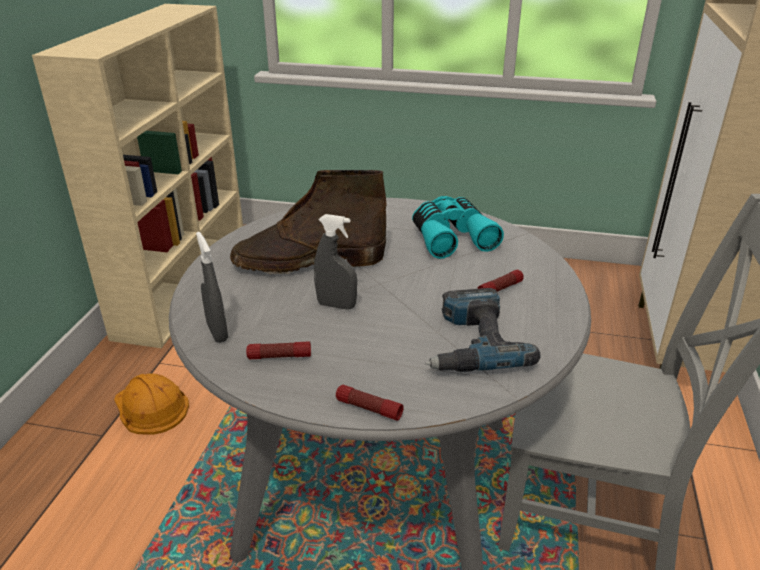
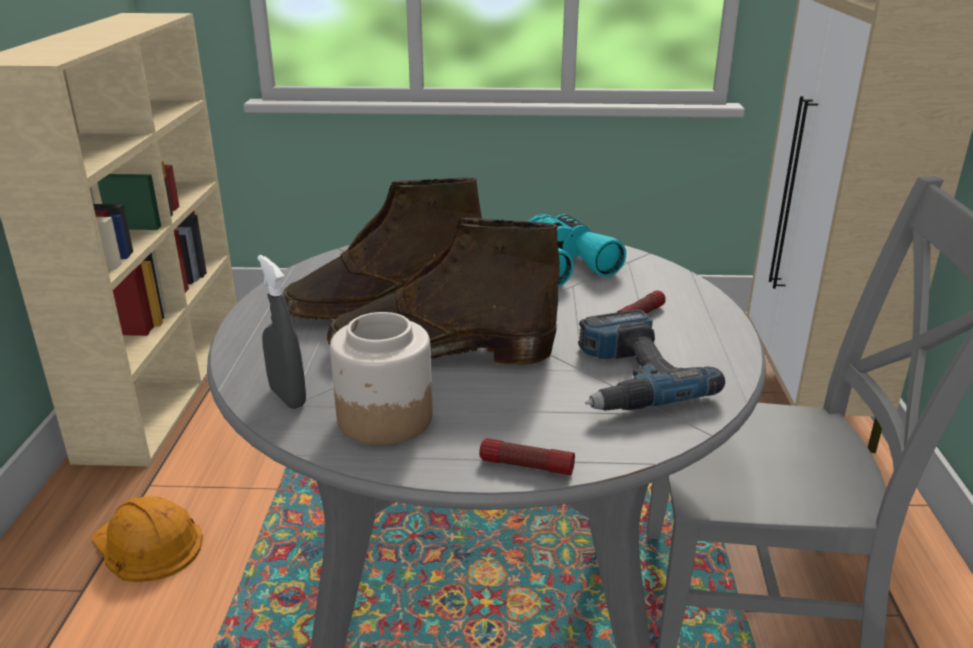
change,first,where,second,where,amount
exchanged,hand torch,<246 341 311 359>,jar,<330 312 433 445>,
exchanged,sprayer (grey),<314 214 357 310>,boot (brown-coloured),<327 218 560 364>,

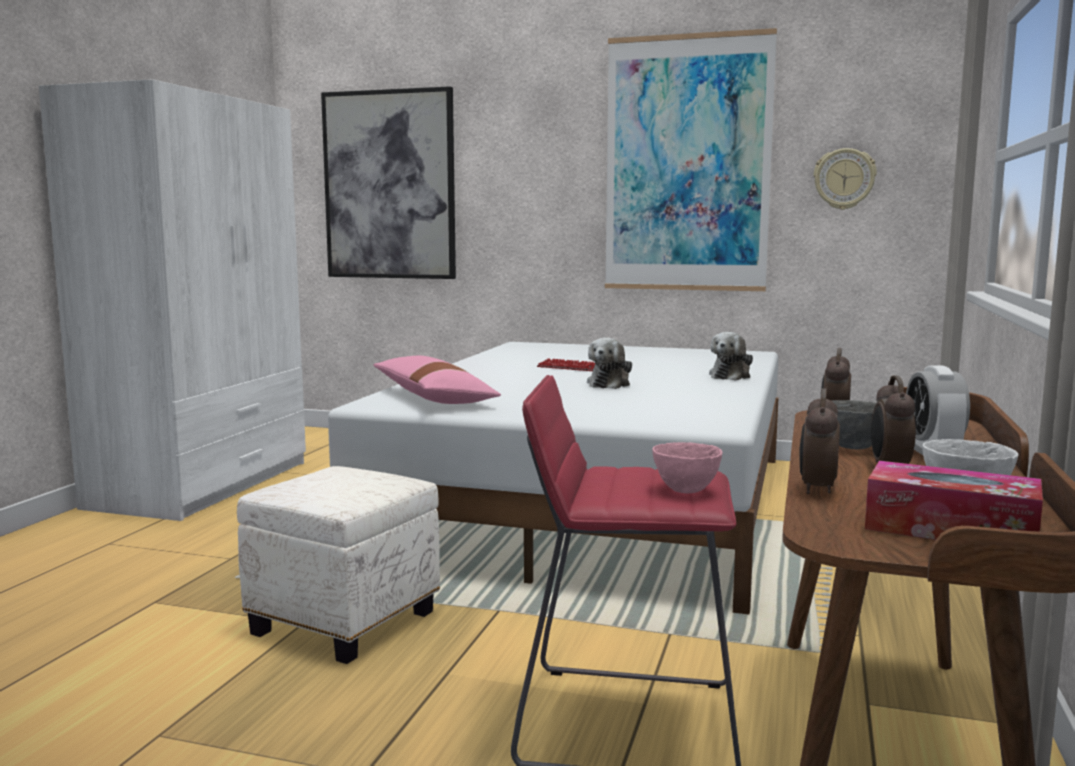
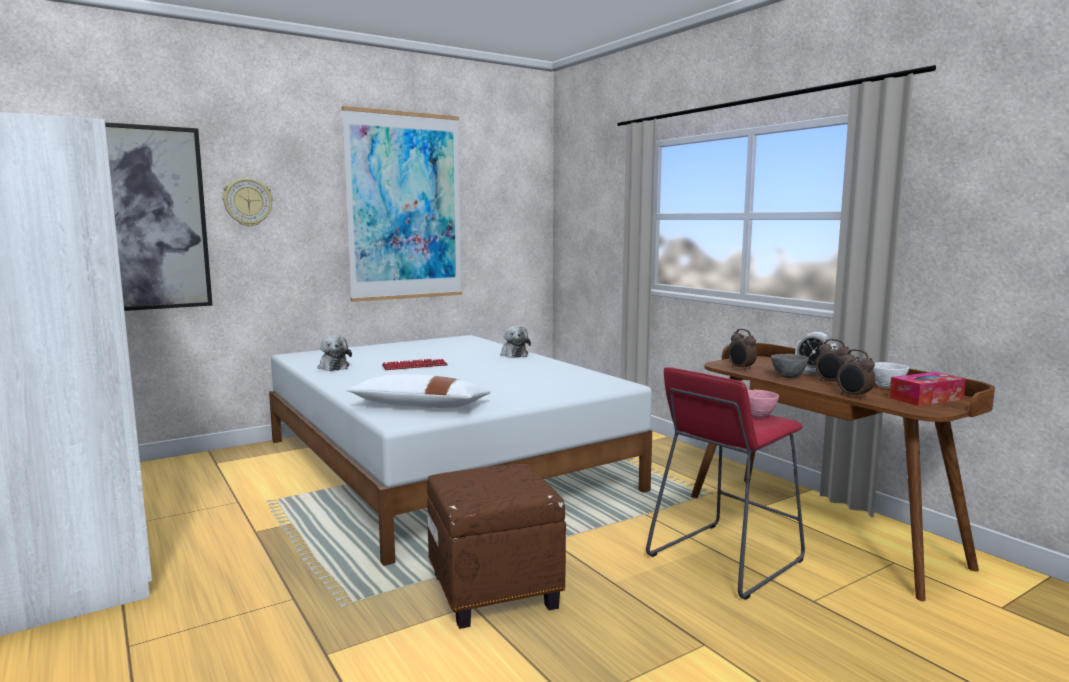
change,first,where,second,where,amount
colour,footrest (white),<237 466 440 664>,footrest (brown-coloured),<427 464 566 629>,
colour,throw pillow (pink),<373 356 501 404>,throw pillow (white),<346 374 491 408>,
relocated,soft toy,<587 337 632 389>,,<317 335 352 371>,
relocated,hanging clock,<814 148 877 210>,,<222 178 273 227>,

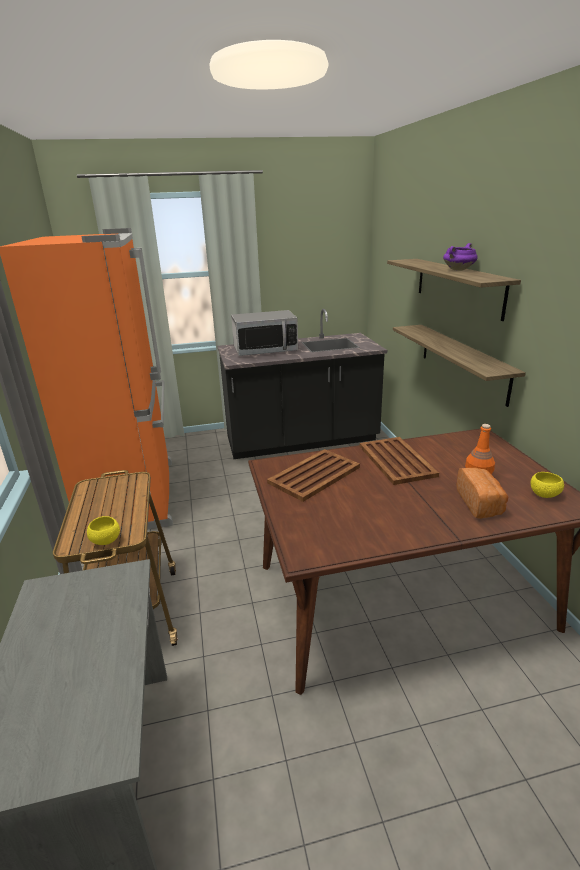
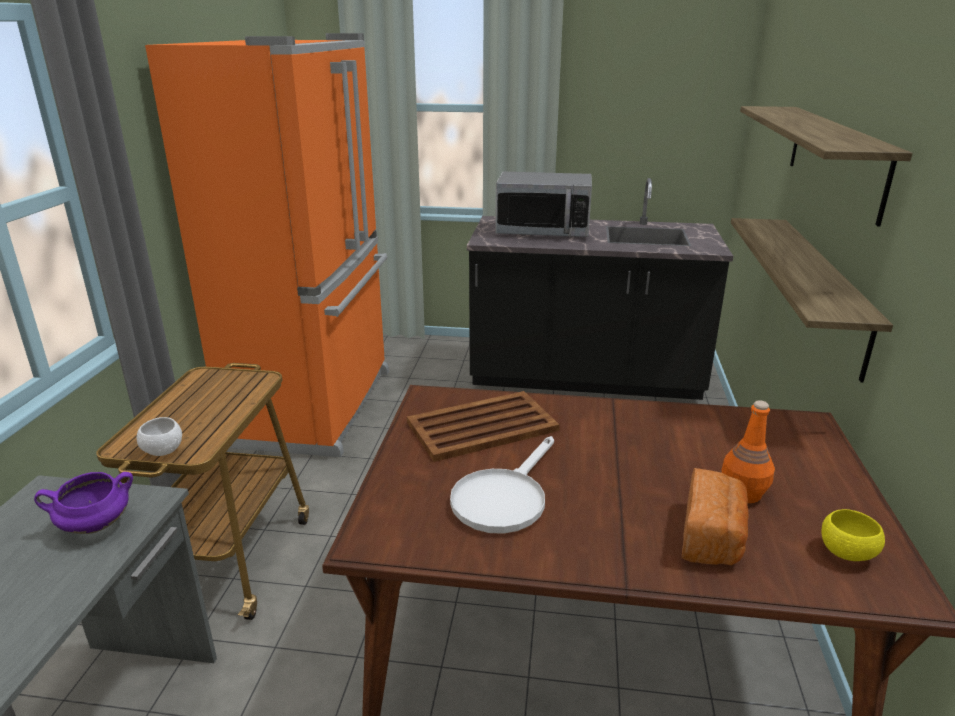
change,first,where,second,where,amount
colour,bowl (yellowish),<87 516 120 545>,bowl (white),<137 417 182 456>,
missing,serving tray (brown-coloured),<360 437 439 485>,,,
relocated,cooking pot (purple),<443 243 477 271>,,<34 472 133 534>,
appeared,,,frying pan (white),<450 436 554 534>,

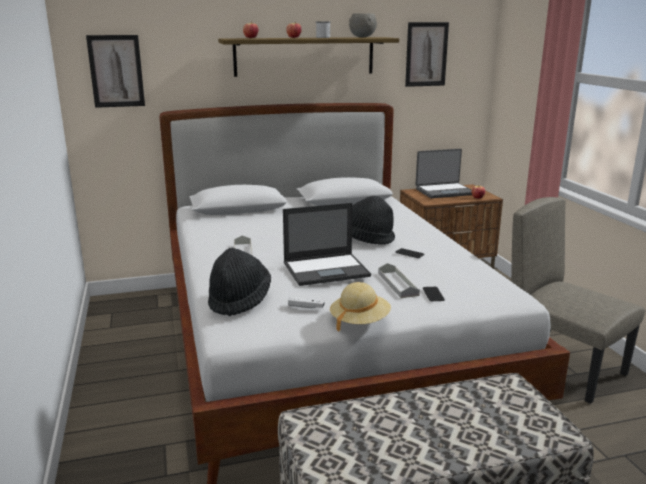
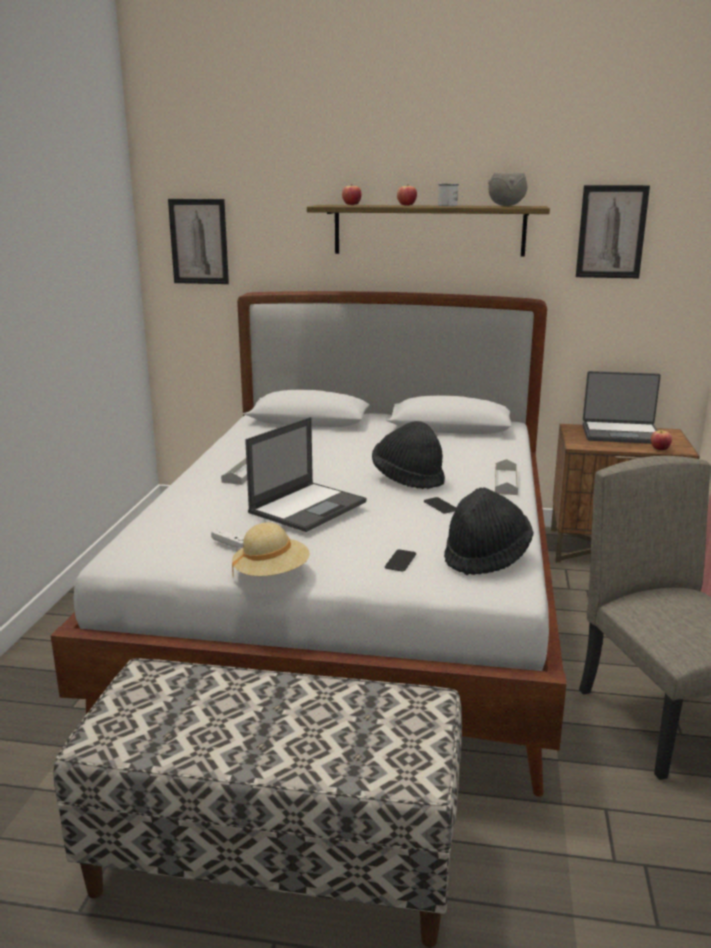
change,first,where,second,where,amount
relocated,hat (blackish),<208 248 271 316>,,<444 487 534 575>,
spun,notebook computer,<283 203 371 286>,,<245 417 367 532>,60 degrees counterclockwise
relocated,serving tray (grey),<378 263 420 298>,,<495 459 518 495>,

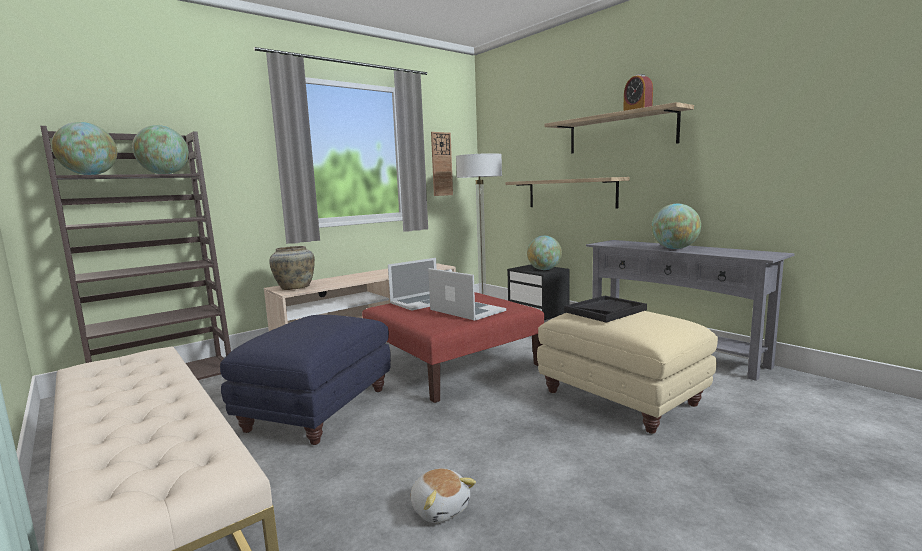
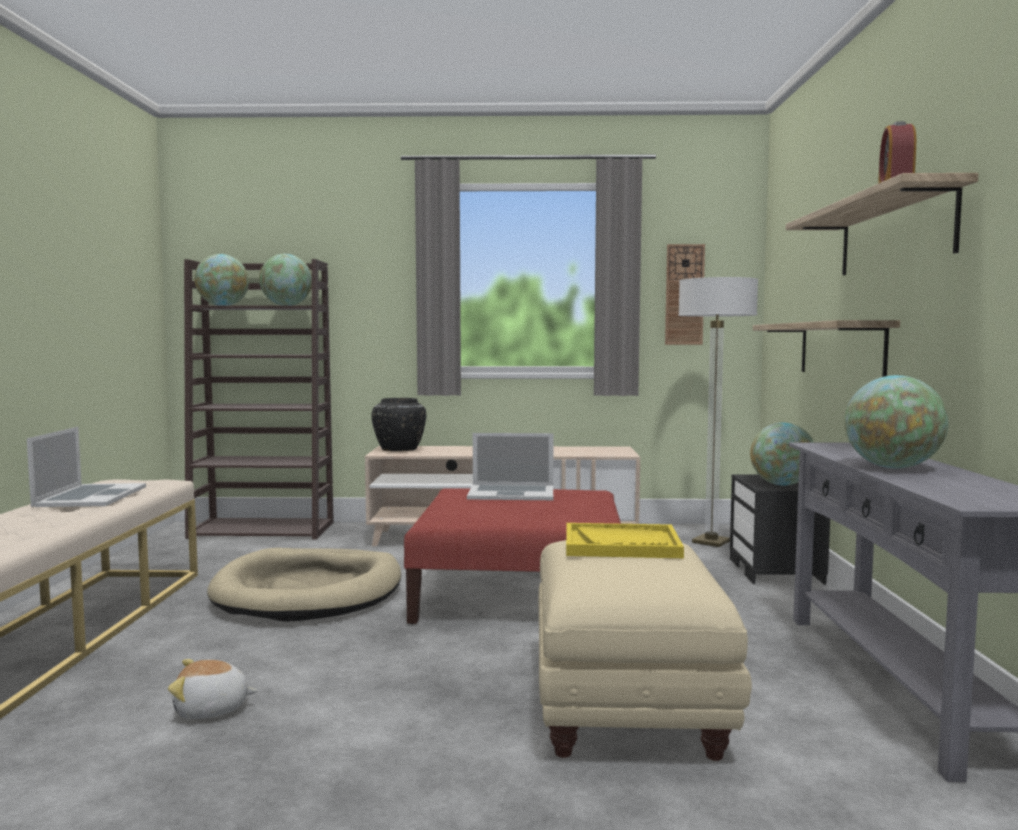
change,first,where,second,where,amount
exchanged,footrest (bluish),<220 315 391 445>,pet bed (beige-coloured),<207 548 401 622>,
colour,flower vase (beige-coloured),<269 246 315 290>,flower vase (blackish),<371 398 426 451>,
spun,soft toy,<411 468 476 523>,,<168 659 258 719>,75 degrees clockwise
relocated,notebook computer,<428 268 506 321>,,<27 427 146 507>,
colour,serving tray (blackish),<564 296 647 323>,serving tray (yellowish),<566 523 684 558>,

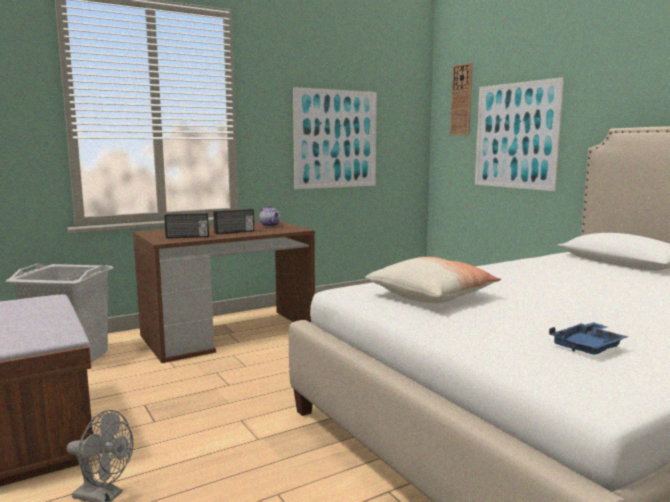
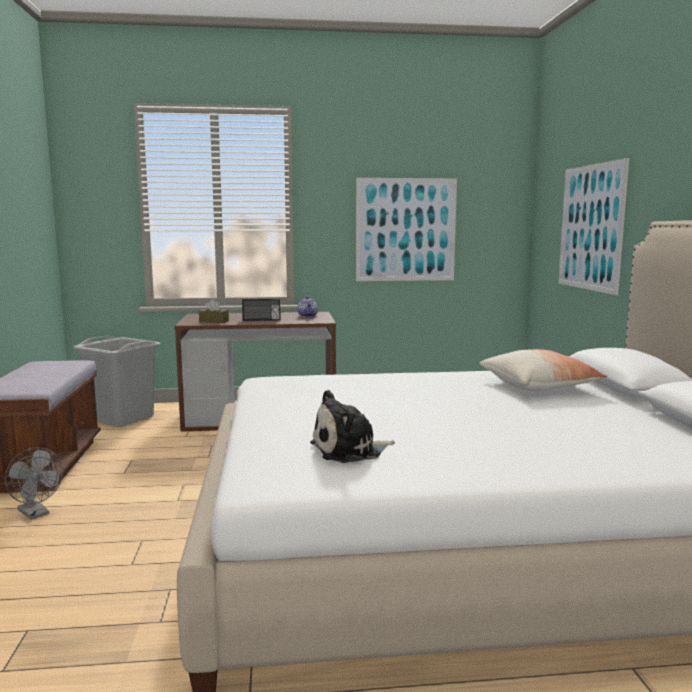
change,first,where,second,where,amount
exchanged,radio,<165 213 209 239>,tissue holder (brown-coloured),<199 300 229 323>,
relocated,throw pillow,<365 257 501 303>,,<480 349 607 391>,
missing,hanging clock,<450 63 473 135>,,,
exchanged,serving tray (bluish),<549 322 628 355>,soft toy,<310 390 395 463>,

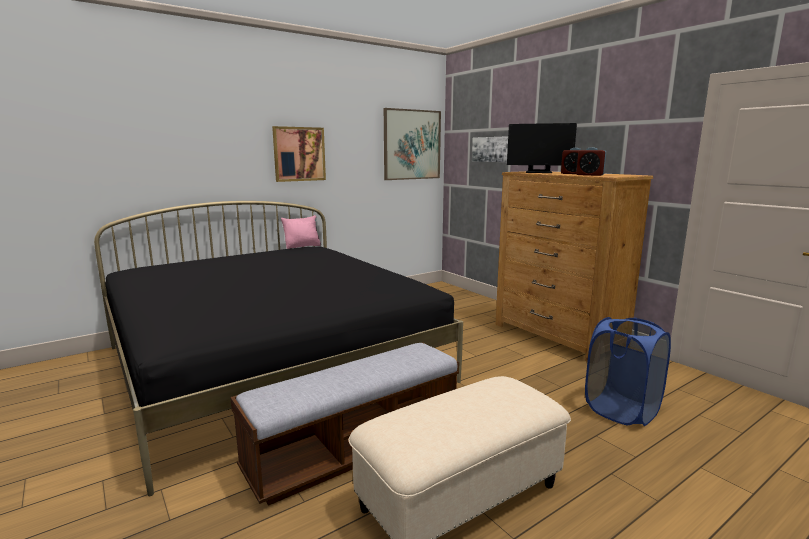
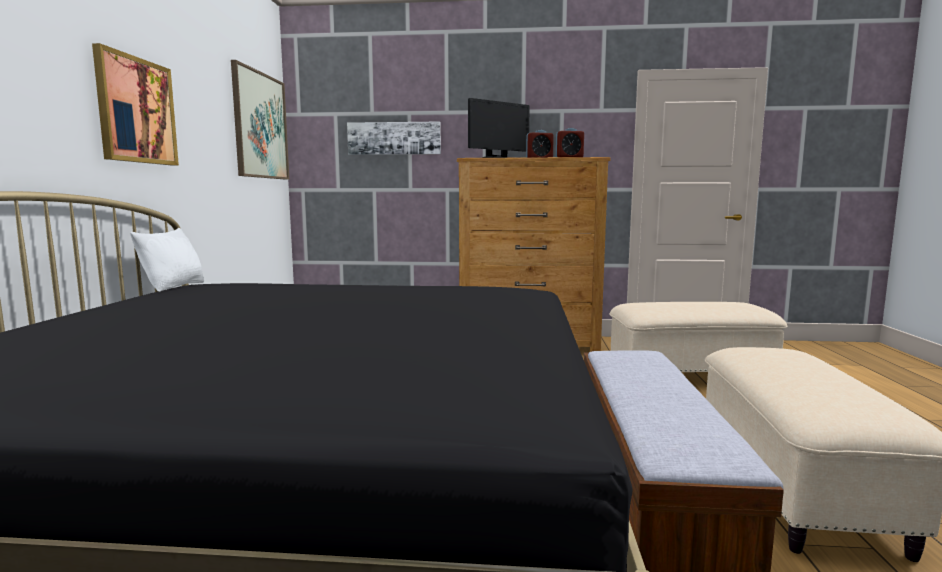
change,first,where,second,where,amount
colour,throw pillow (pink),<281 215 321 249>,throw pillow (white),<130 228 204 292>,
exchanged,hamper (bluish),<585 317 671 426>,footrest (beige-coloured),<609 302 788 372>,

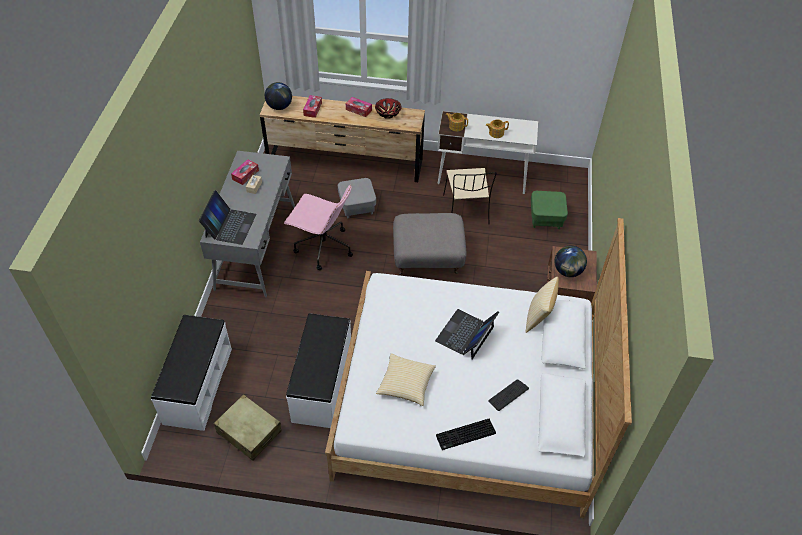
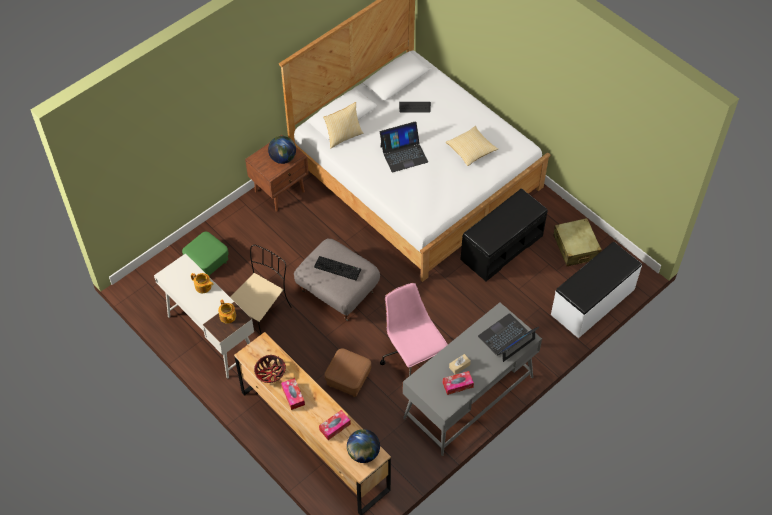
change,first,where,second,where,amount
colour,indoor bench (white),<286 313 351 428>,indoor bench (blackish),<460 189 548 282>,
colour,footrest (grey),<338 178 376 218>,footrest (brown-coloured),<325 348 371 397>,
relocated,computer keyboard,<436 419 496 450>,,<314 256 361 280>,

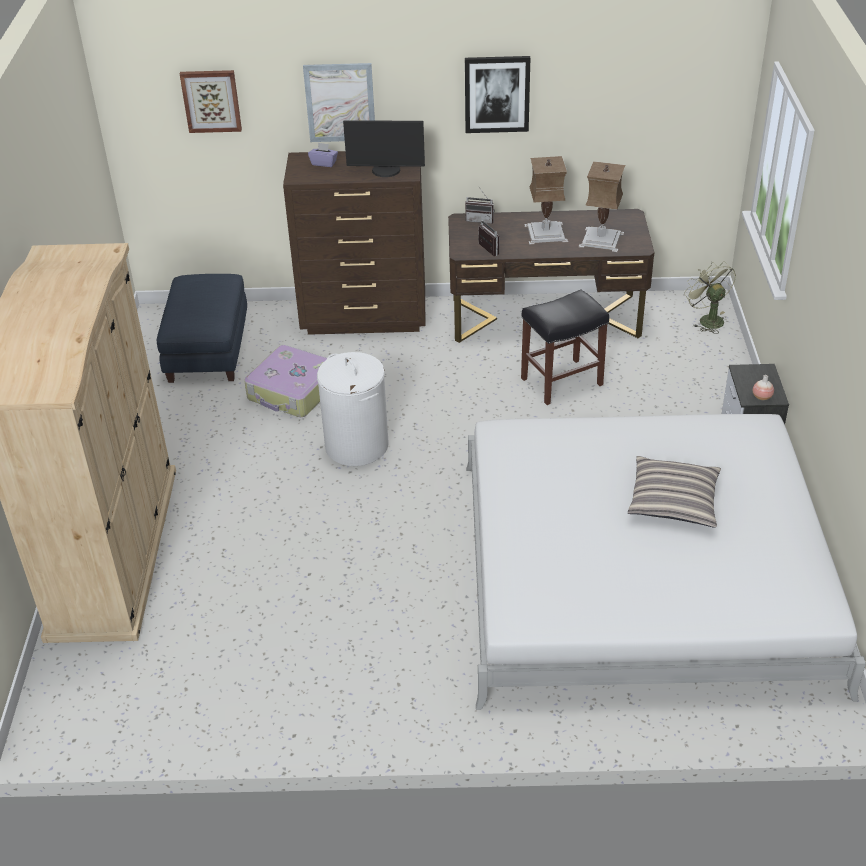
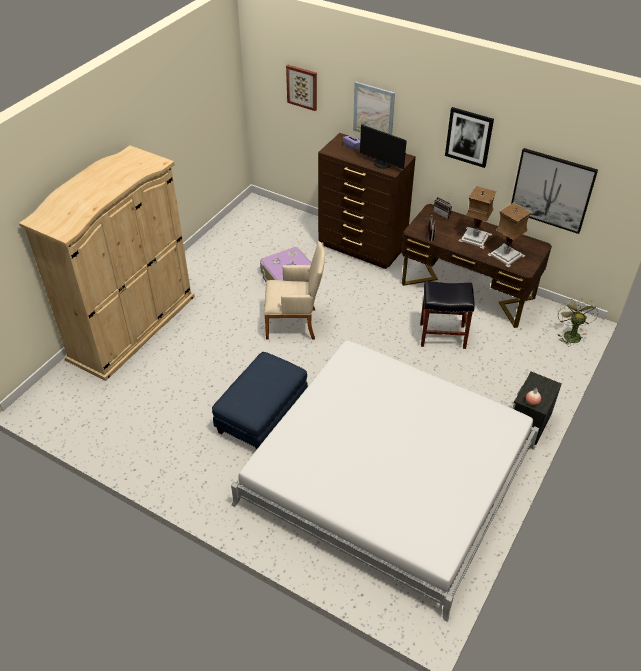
change,first,where,second,where,amount
relocated,footrest (bluish),<157 274 247 383>,,<212 352 308 450>,
exchanged,hamper (white),<317 352 389 466>,easy chair (beige-coloured),<264 242 325 339>,
missing,throw pillow,<628 456 721 528>,,,
appeared,,,wall art,<511 148 598 234>,

